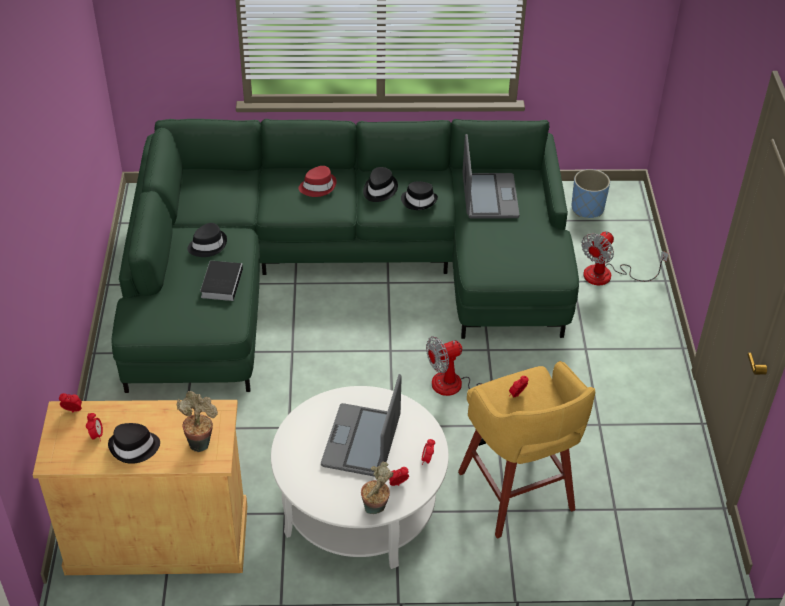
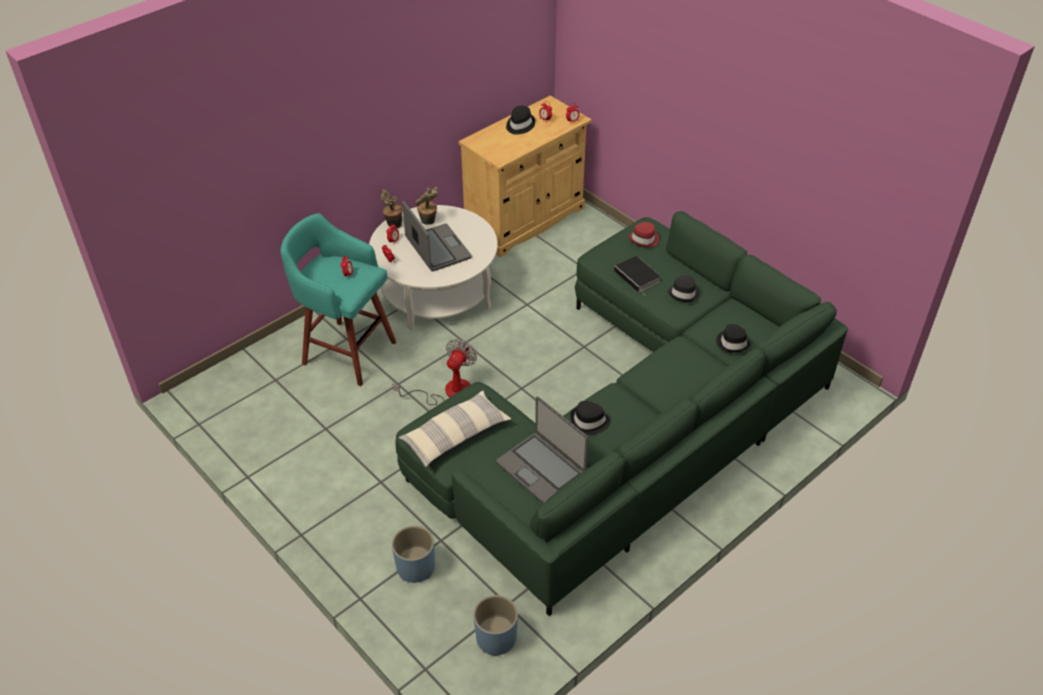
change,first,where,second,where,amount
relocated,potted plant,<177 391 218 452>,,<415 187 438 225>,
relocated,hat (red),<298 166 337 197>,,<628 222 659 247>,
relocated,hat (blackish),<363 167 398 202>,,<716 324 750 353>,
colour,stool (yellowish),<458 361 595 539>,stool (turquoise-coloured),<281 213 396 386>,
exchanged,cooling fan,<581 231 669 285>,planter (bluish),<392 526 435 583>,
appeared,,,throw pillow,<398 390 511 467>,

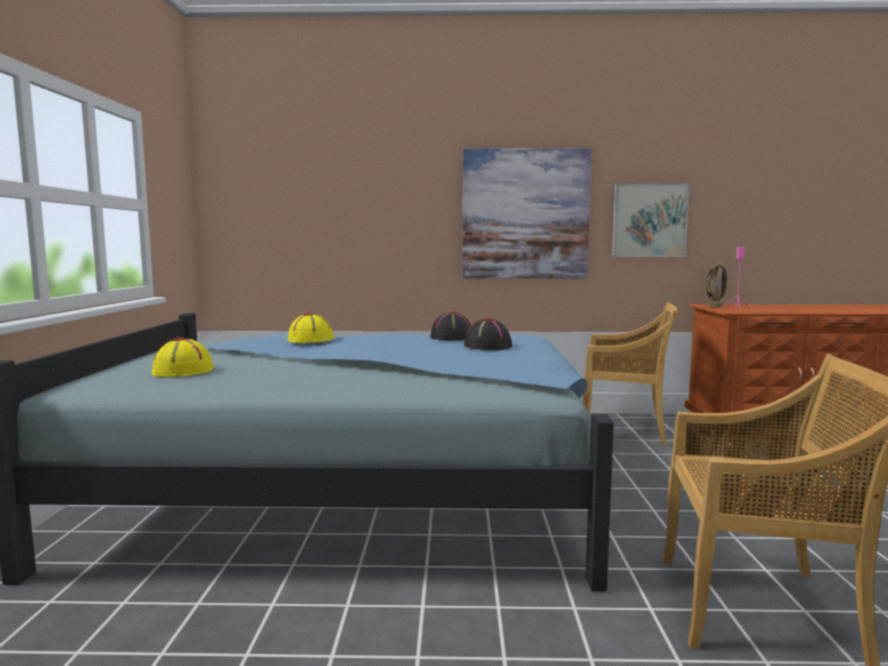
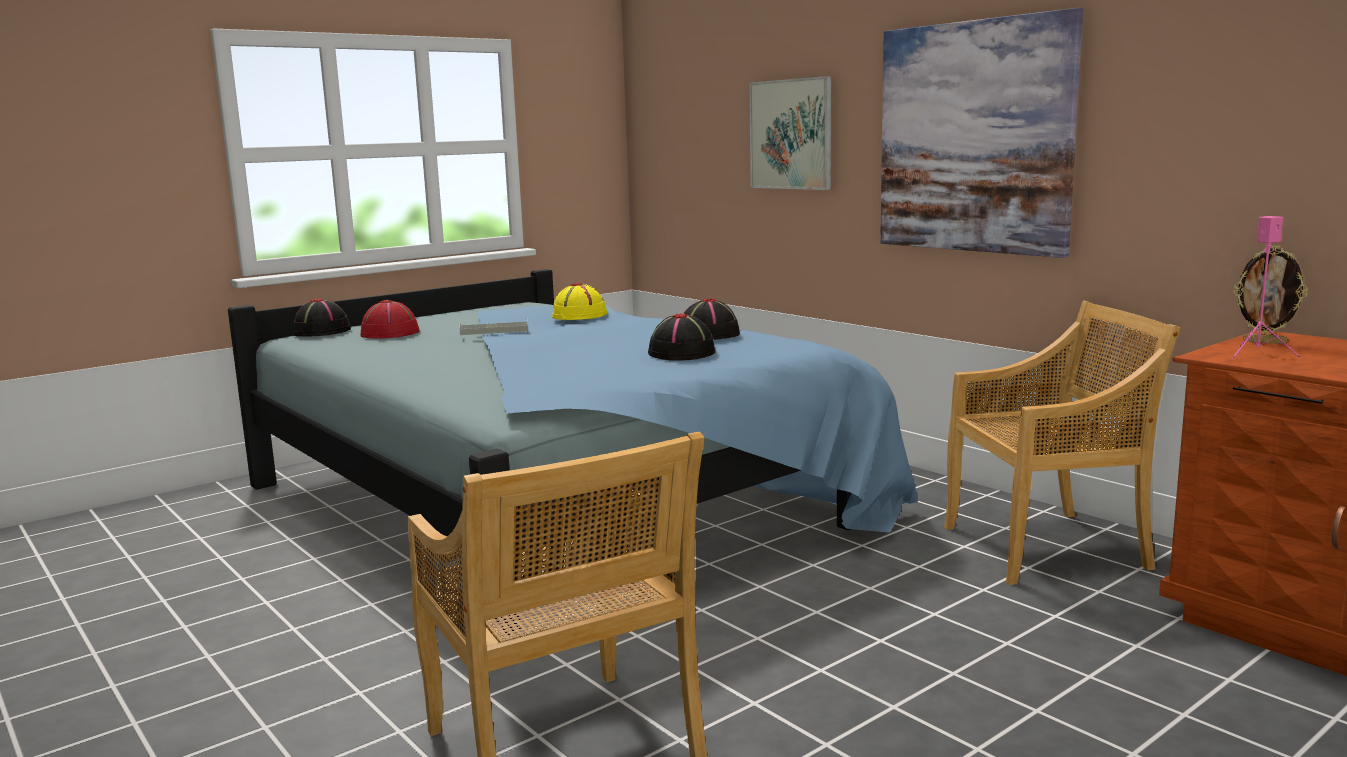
change,first,where,second,where,amount
colour,hat (yellowish),<152 337 214 377>,hat (red),<360 299 420 338>,
spun,plain chair (beige-coloured),<583 302 678 445>,,<944 300 1181 585>,75 degrees counterclockwise
relocated,wall art,<612 183 690 257>,,<749 76 831 190>,
appeared,,,hat (blackish),<293 299 351 337>,
appeared,,,serving tray (grey),<460 318 528 335>,

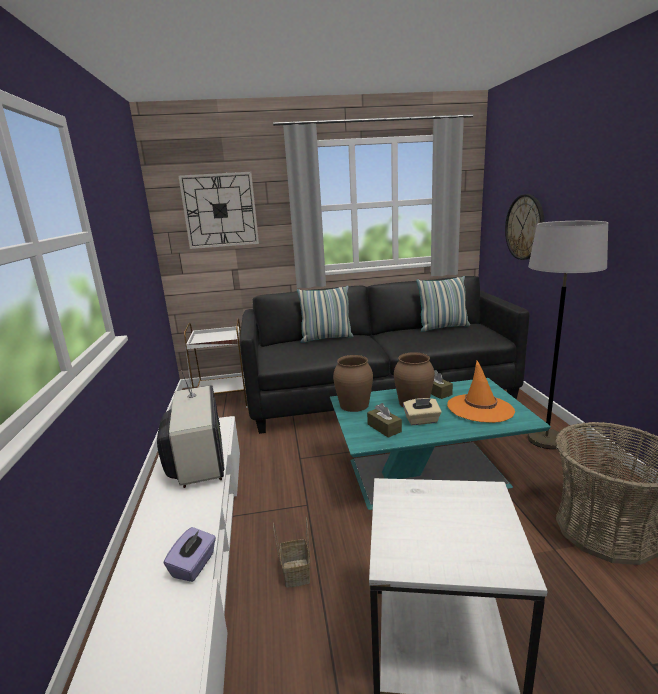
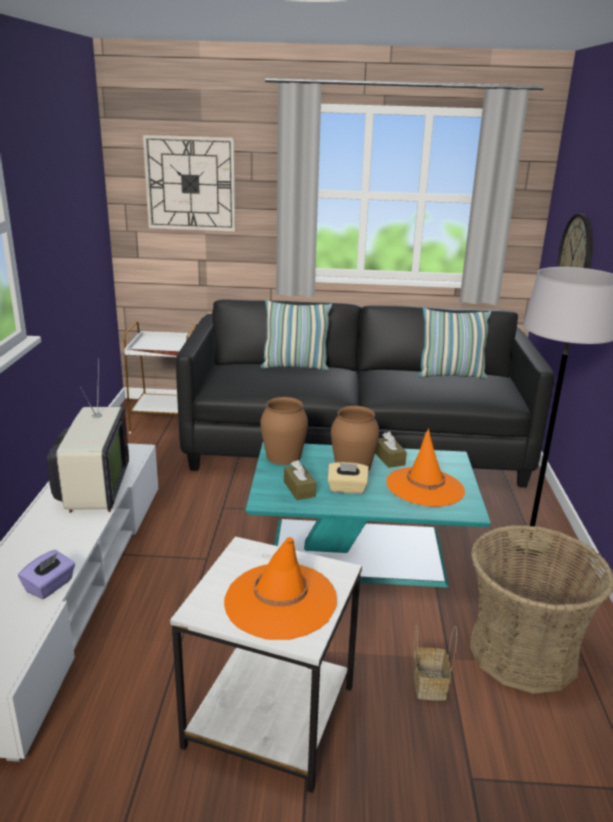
change,first,where,second,where,amount
relocated,basket,<273 517 310 588>,,<414 624 457 700>,
appeared,,,hat (orangey),<224 537 337 640>,

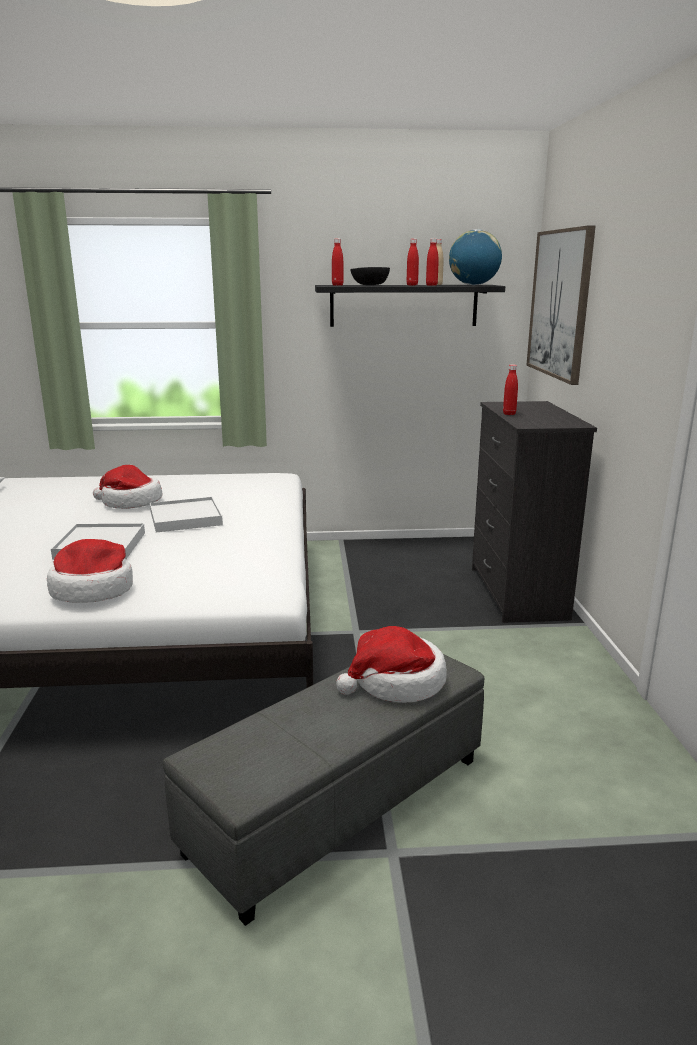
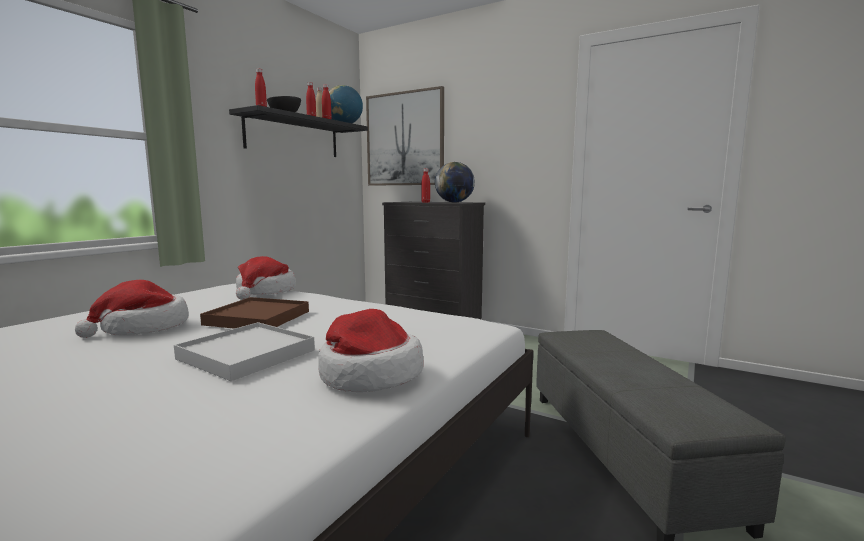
change,first,where,second,where,amount
colour,serving tray (white),<150 497 223 533>,serving tray (brown-coloured),<200 297 309 329>,
relocated,hat,<336 626 447 703>,,<236 256 295 300>,
appeared,,,desk globe,<435 162 475 203>,

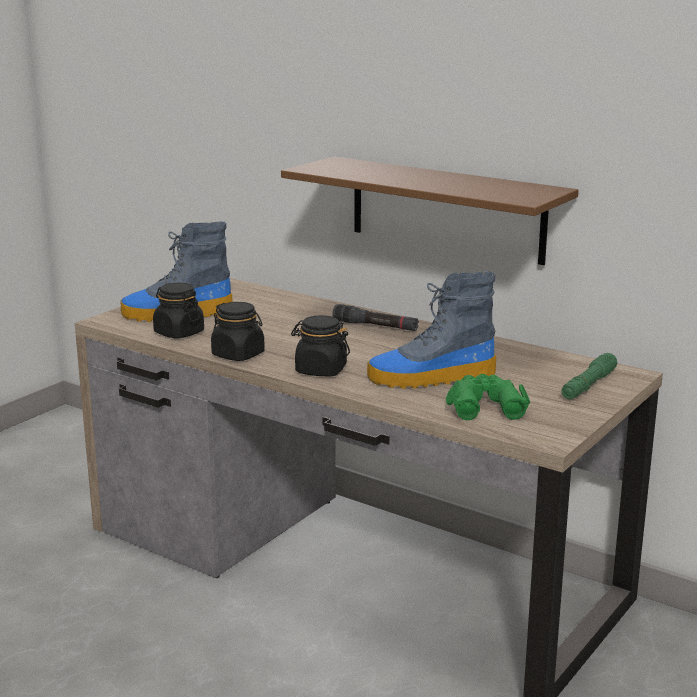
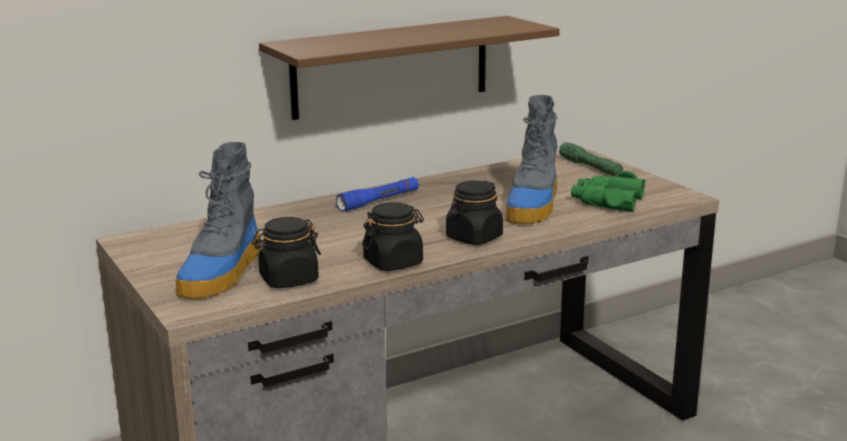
change,first,where,second,where,amount
colour,hand torch (blackish),<332 304 419 331>,hand torch (bluish),<336 177 419 212>,

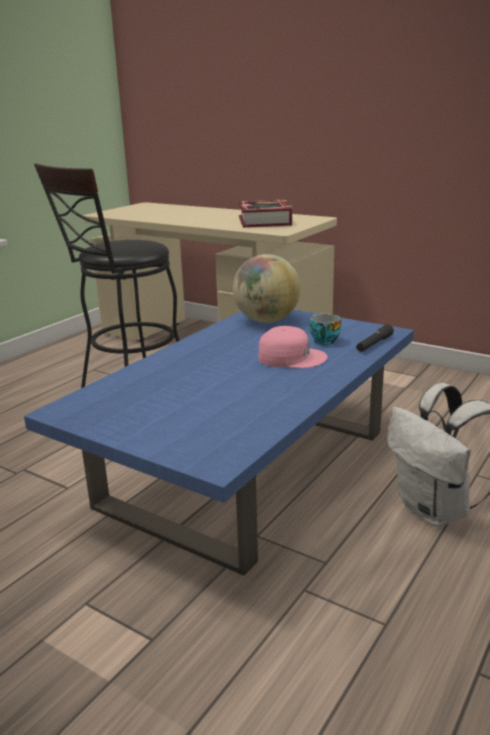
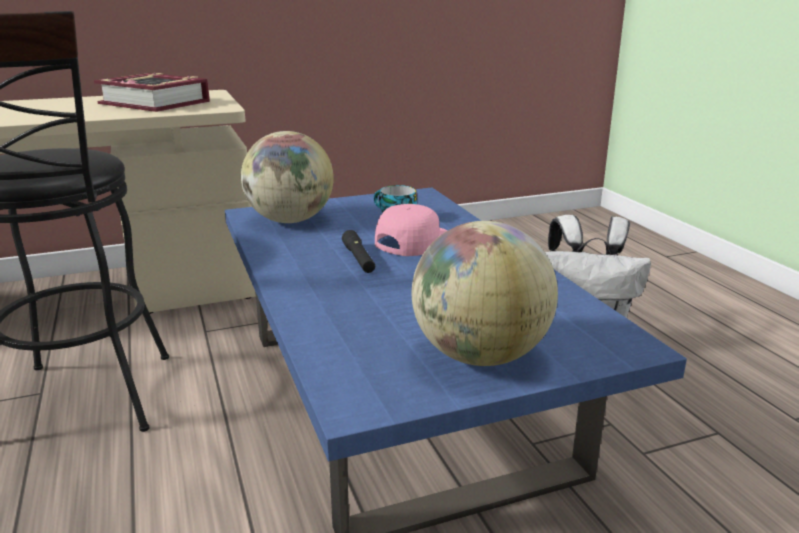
change,first,where,second,where,amount
relocated,hand torch (blackish),<356 324 394 352>,,<342 230 375 273>,
appeared,,,desk globe,<412 221 558 366>,

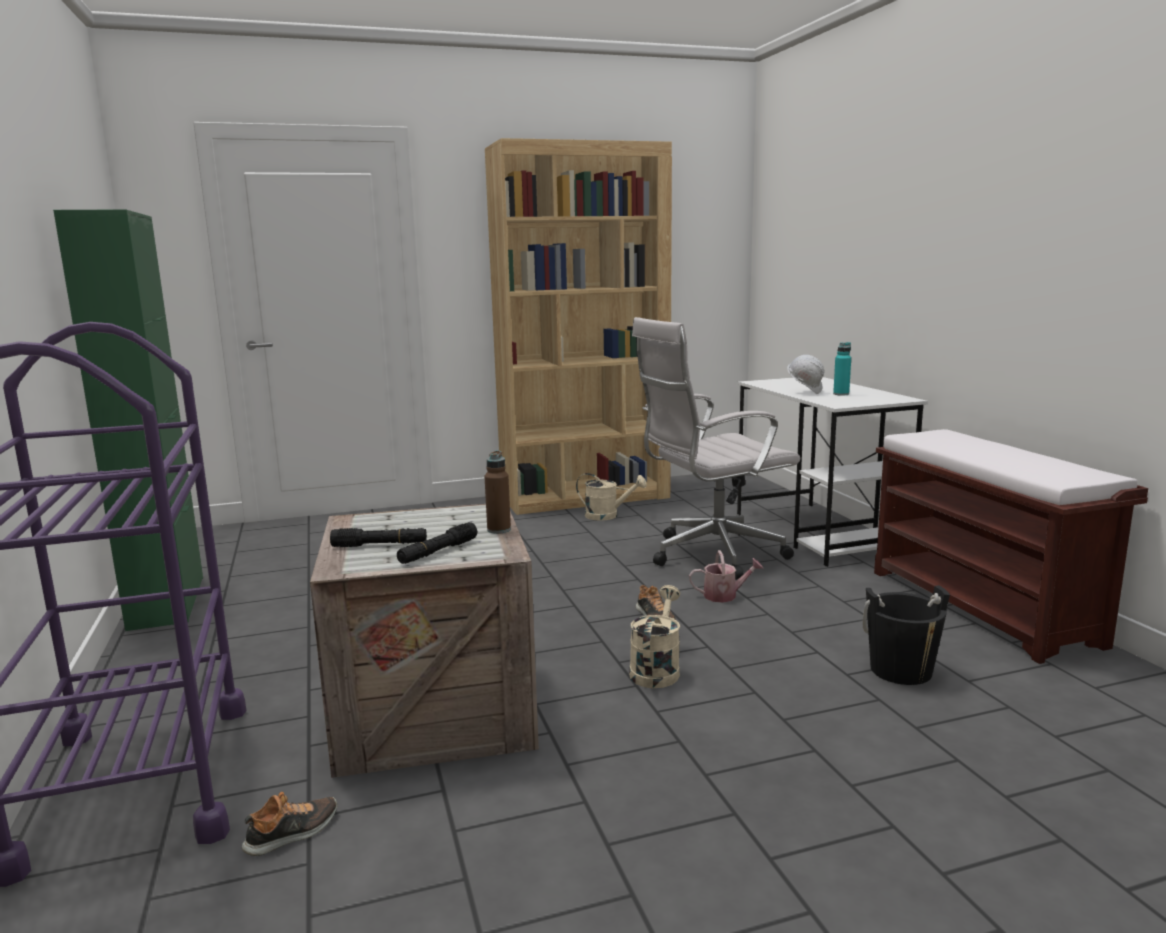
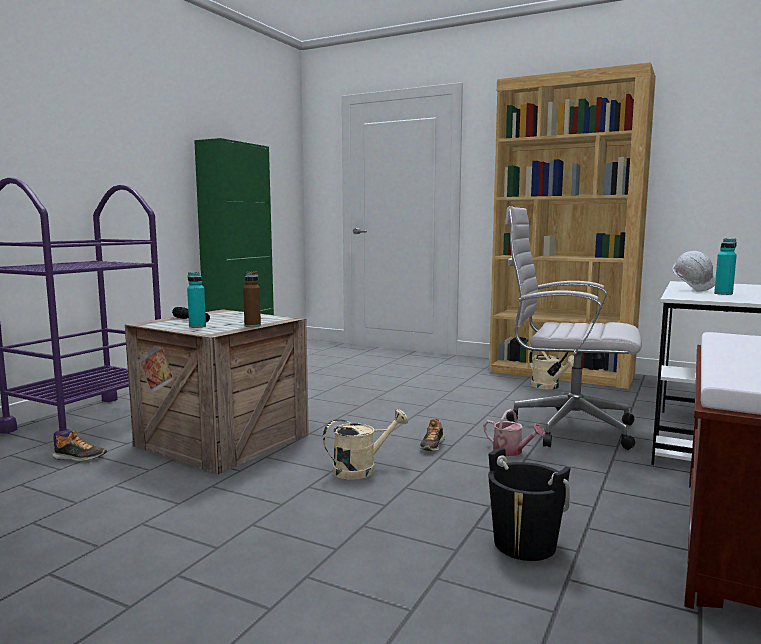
change,first,where,second,where,amount
exchanged,hand torch (blackish),<397 522 477 564>,beverage bottle (turquoise-coloured),<187 272 206 328>,

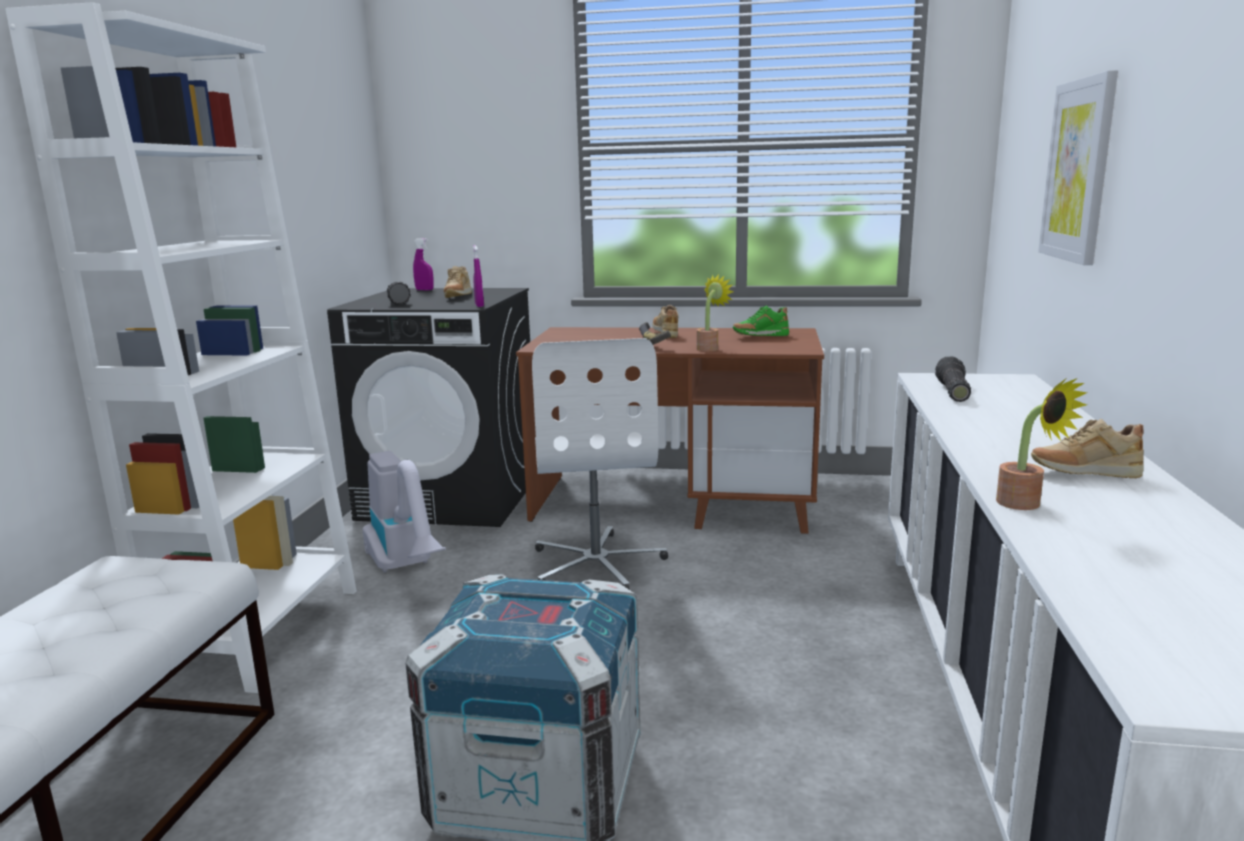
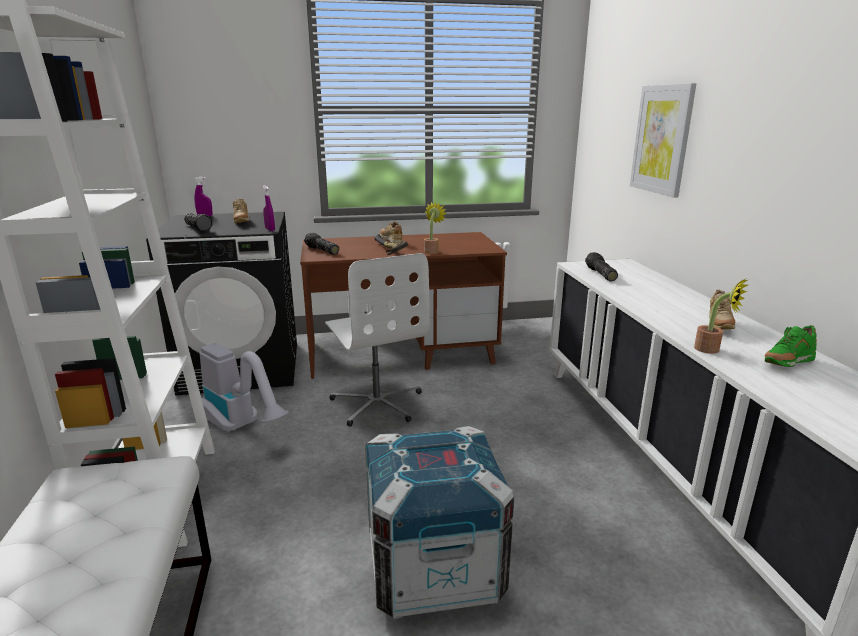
change,first,where,second,where,amount
relocated,item of footwear (green),<733 305 789 336>,,<765 325 817 367>,
spun,item of footwear (beige-coloured),<1031 419 1144 478>,,<709 290 735 329>,60 degrees counterclockwise
appeared,,,hand torch,<304 233 339 255>,

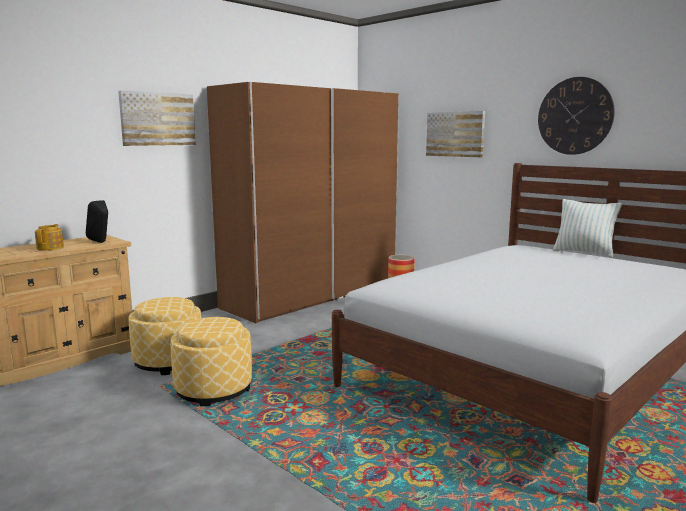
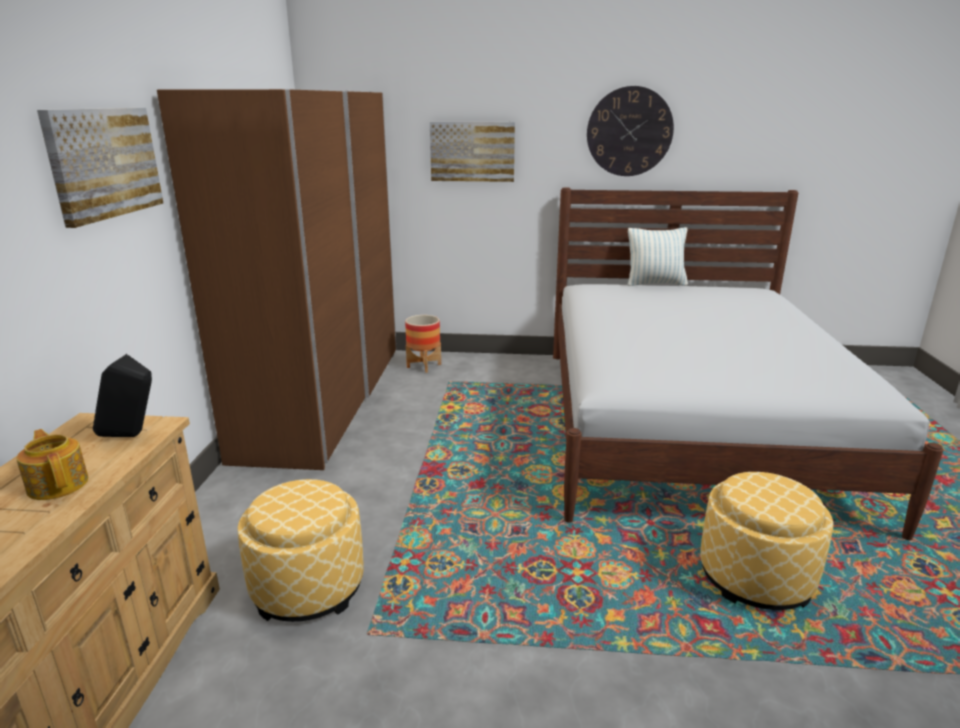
change,first,where,second,where,amount
relocated,footrest,<170 317 252 406>,,<700 472 833 610>,

